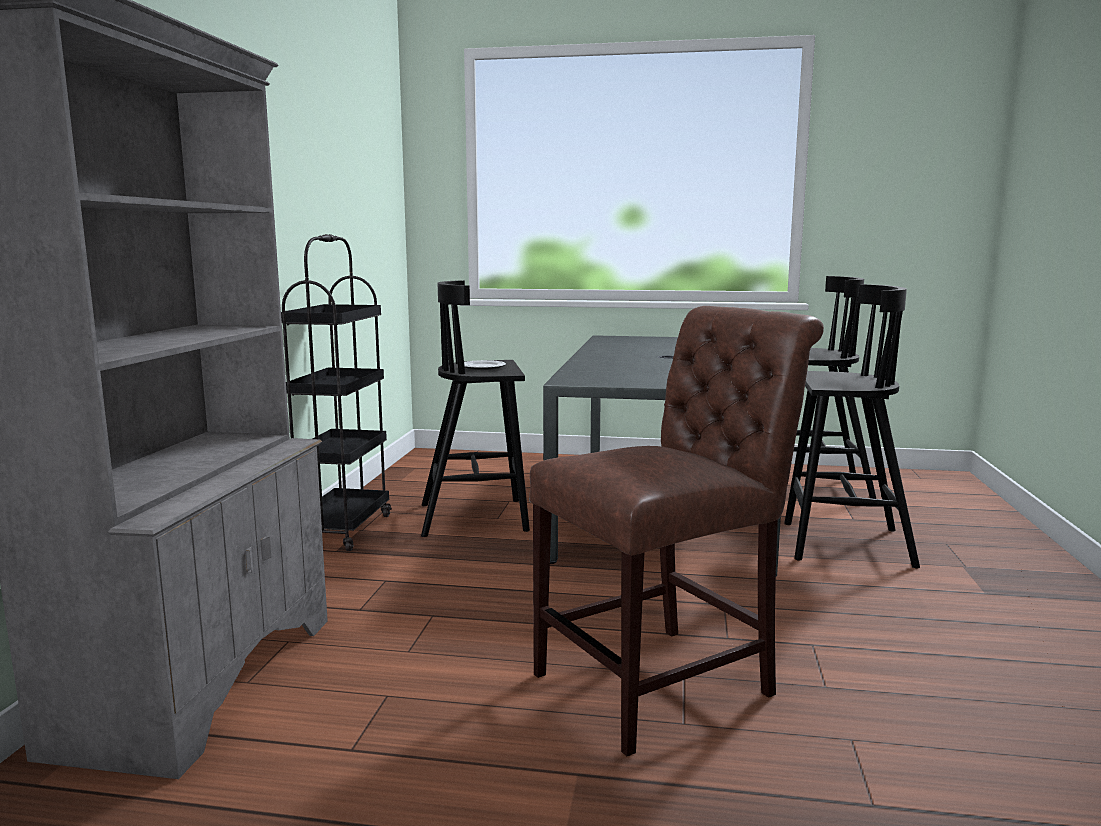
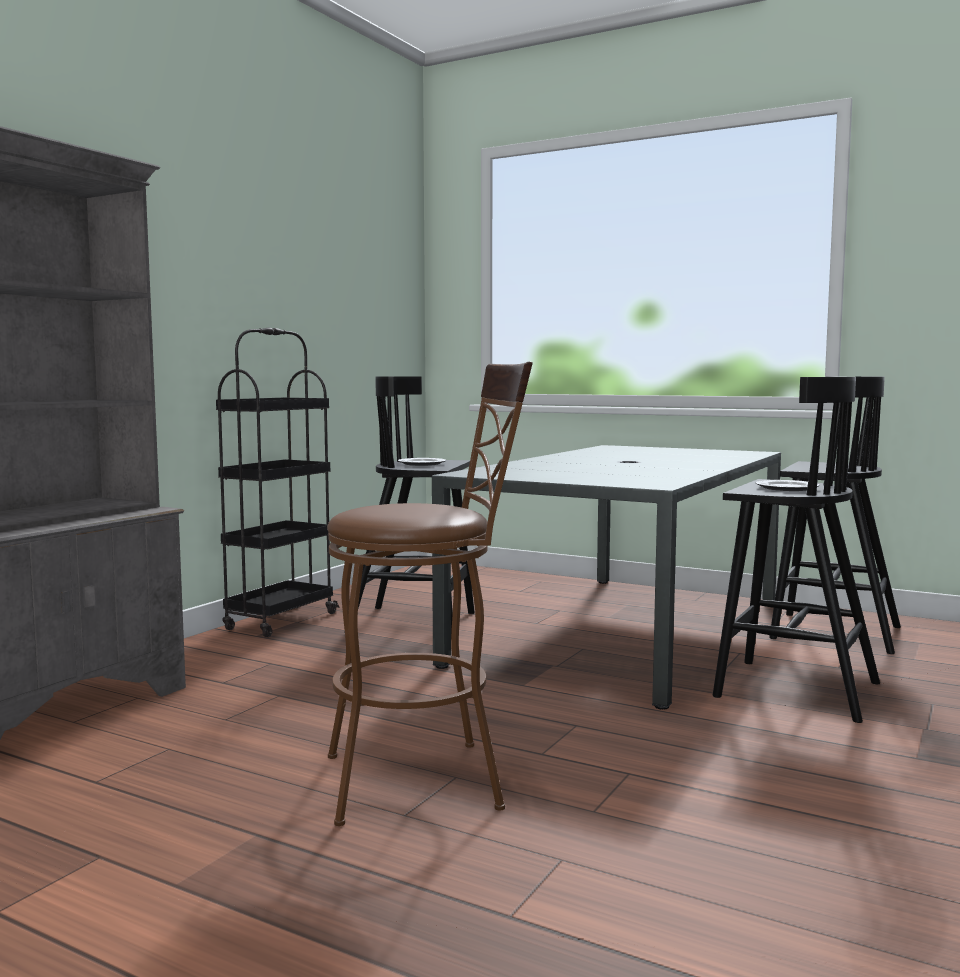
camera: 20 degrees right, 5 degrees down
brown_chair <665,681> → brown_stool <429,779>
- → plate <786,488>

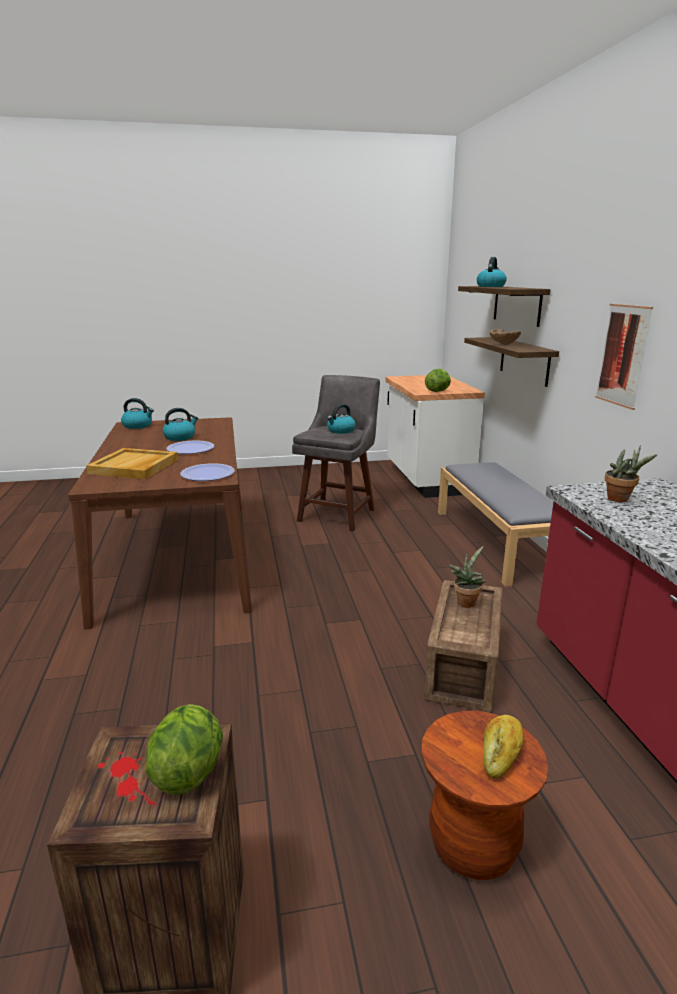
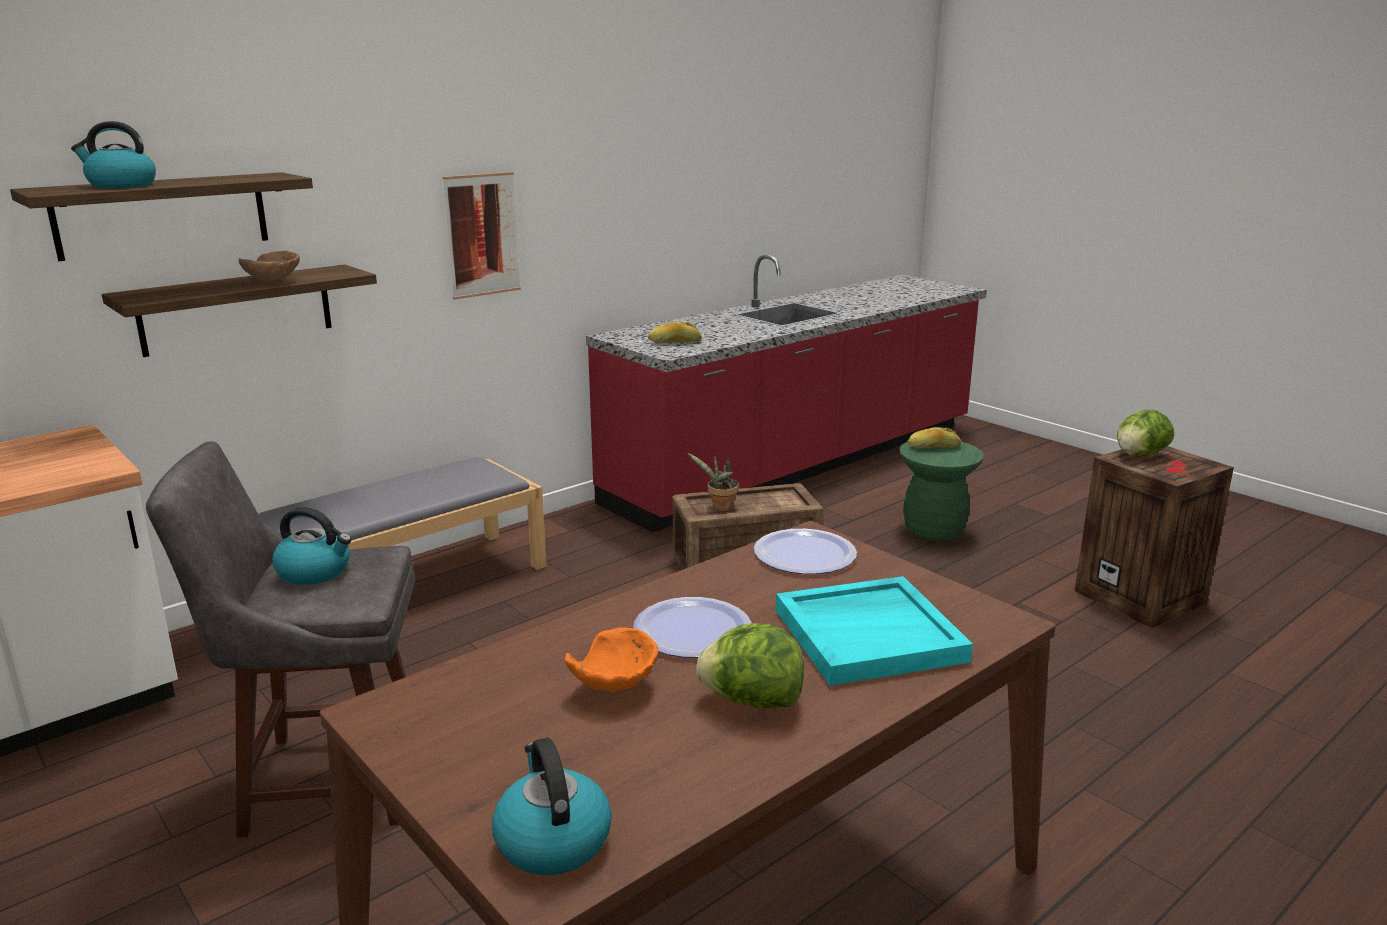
camera: 120 degrees left, 0 degrees up
kettle <180,437> → orange_bowl <615,688>
potted_plant <621,499> → bread <674,342>
lettuce <438,391> → lettuce <752,701>, relocated
beige_tray <134,467> → turquoise_tray <869,634>
brown_stool <473,846> → green_stool <934,530>

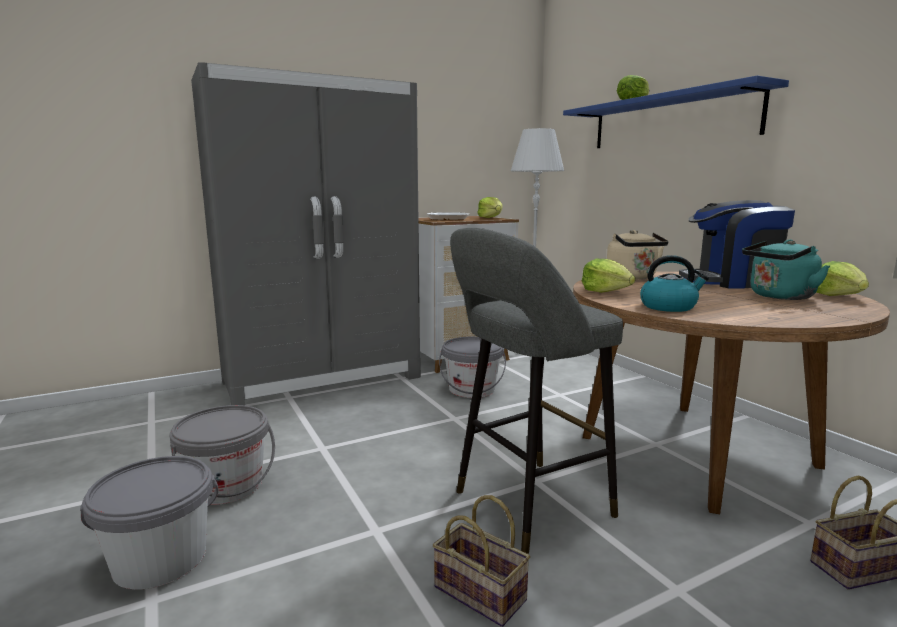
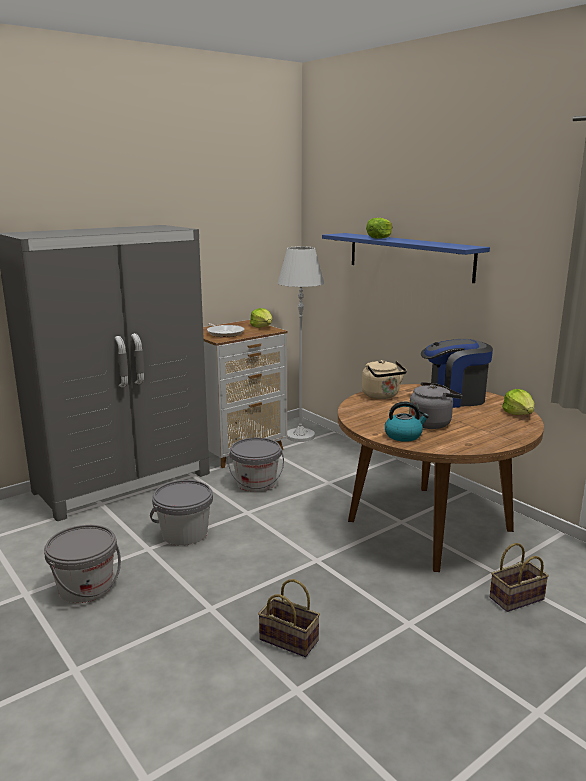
camera: 10 degrees left, 5 degrees up
grey_bucket <160,559> → grey_bucket <184,533>, relocated
- → grey_kettle <432,423>
grey_stool <526,506> → -
lettuce <605,291> → -
turquoise_kettle <779,297> → -

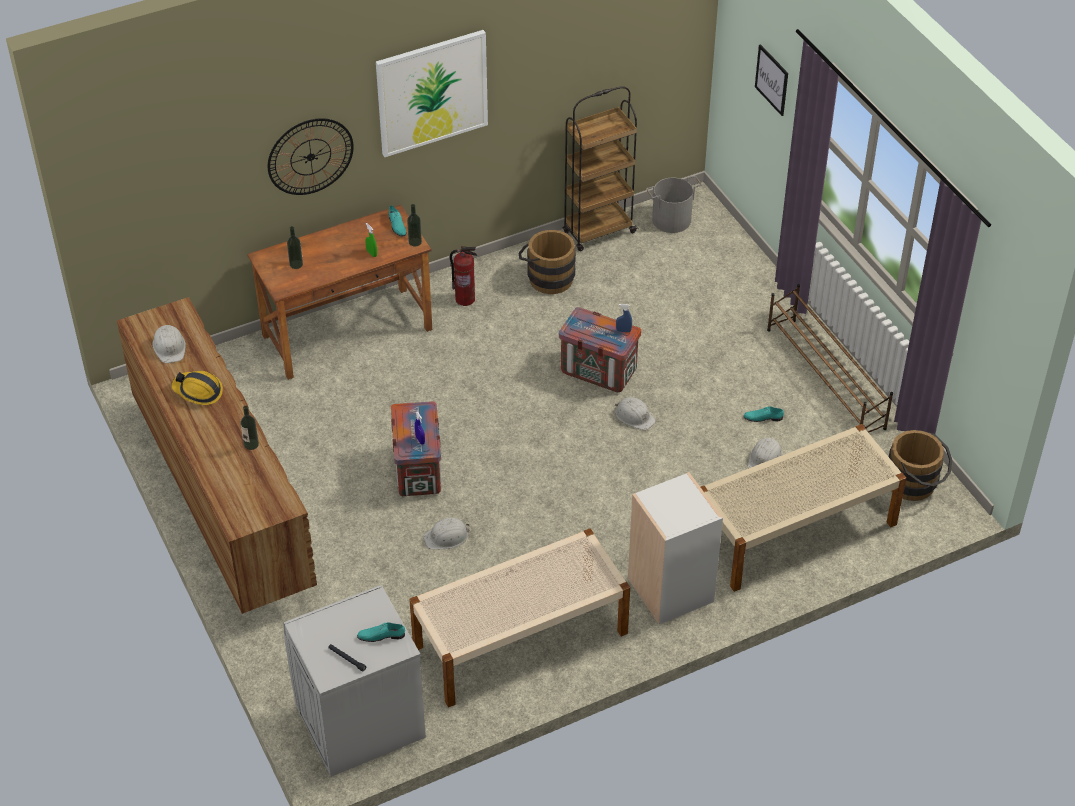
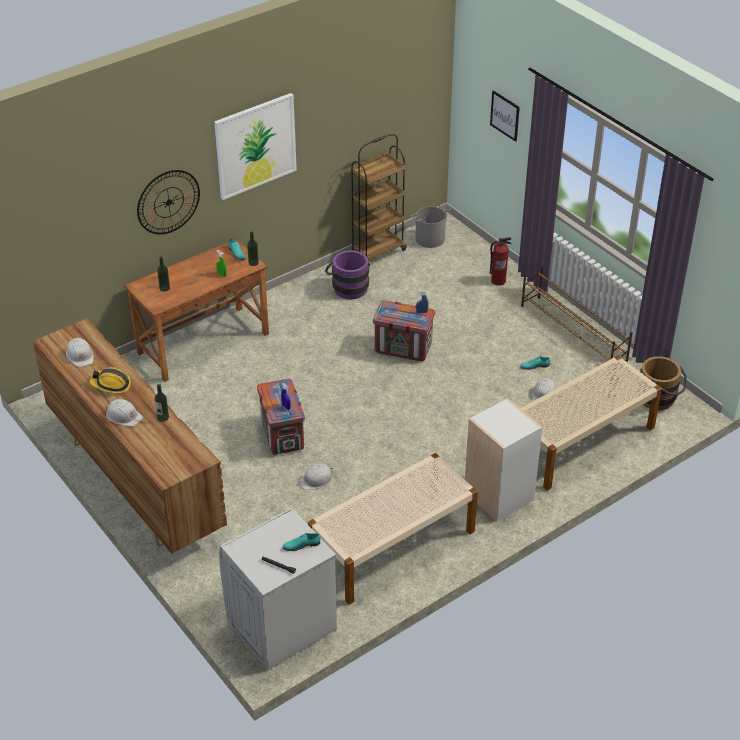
camera: 10 degrees left, 5 degrees down
white_hard_hat <634,416> → white_hard_hat <123,416>, relocated
brown_bucket <547,277> → purple_bucket <347,287>
fire_extinguisher <465,299> → fire_extinguisher <498,281>, relocated

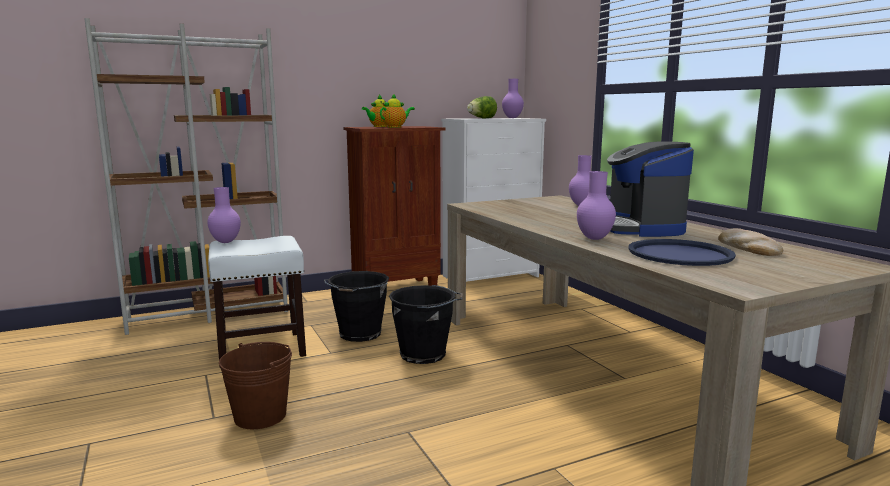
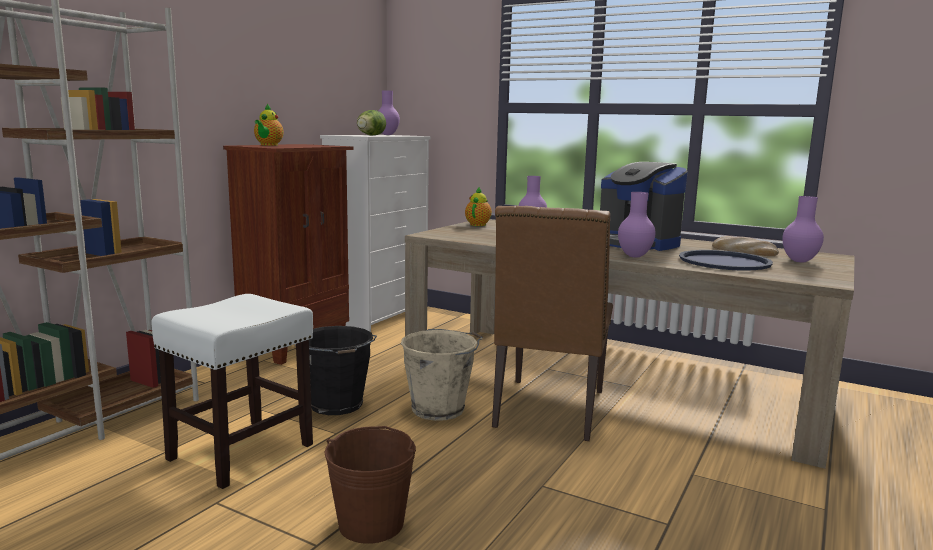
camera: 35 degrees left, 0 degrees up
black_bucket <425,354> → beige_bucket <440,409>
teapot <396,127> → teapot <478,224>, relocated
- → brown_chair <549,408>
purple_vase <225,242> → purple_vase <800,261>, relocated

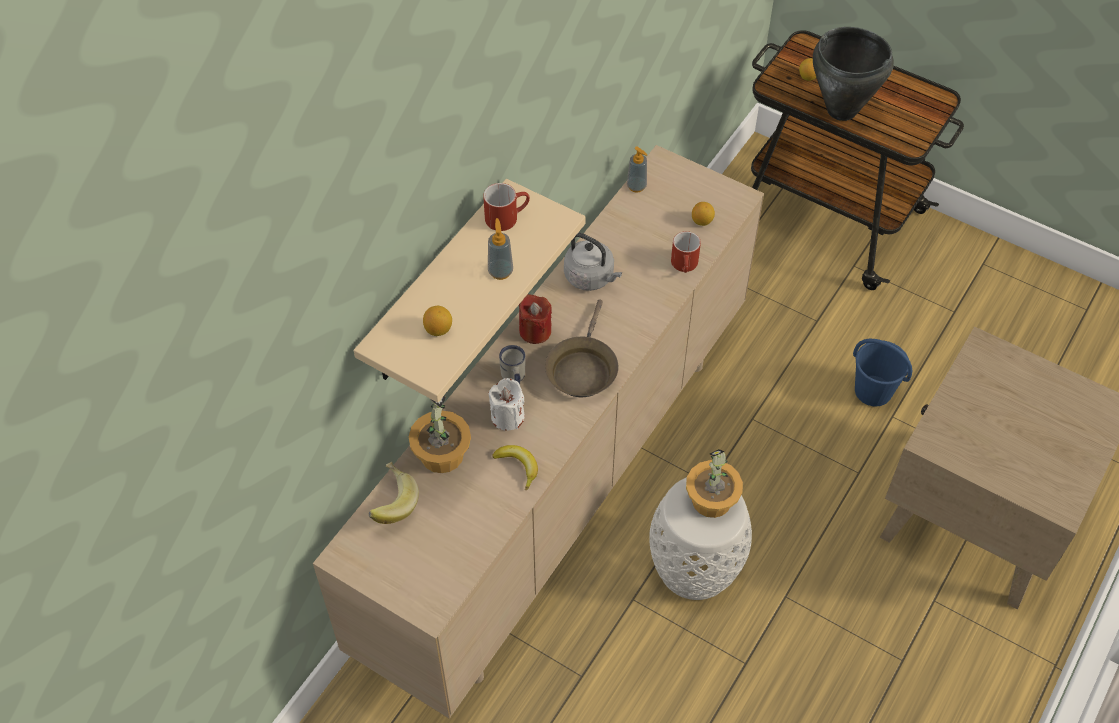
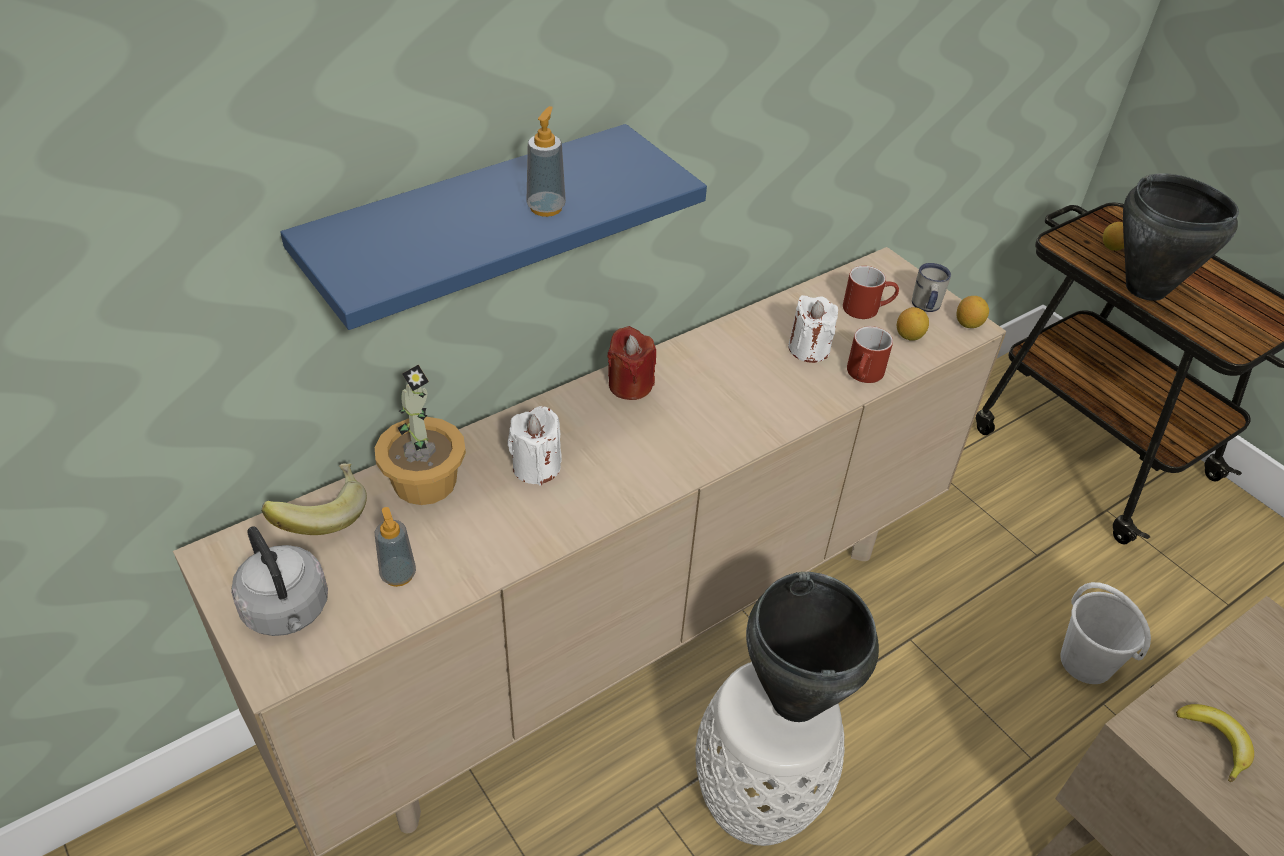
camera: 20 degrees right, 10 degrees down
grey_kettle <591,277> → grey_kettle <288,612>, relocated
beige_shelf <436,287> → blue_shelf <470,227>
soap_dispenser <636,186> → soap_dispenser <398,575>, relocated
potted_plant <712,500> → black_cooking_pot <794,701>
- → white_candle <809,349>
red_mug <507,216> → red_mug <867,308>, relocated
white_mug <513,378> → white_mug <925,307>, relocated
lemon <438,329> → lemon <968,324>, relocated
blue_bucket <874,391> → white_bucket <1086,663>
banana <518,466> → banana <1215,742>, relocated
brown_frying_pan <582,368> → -

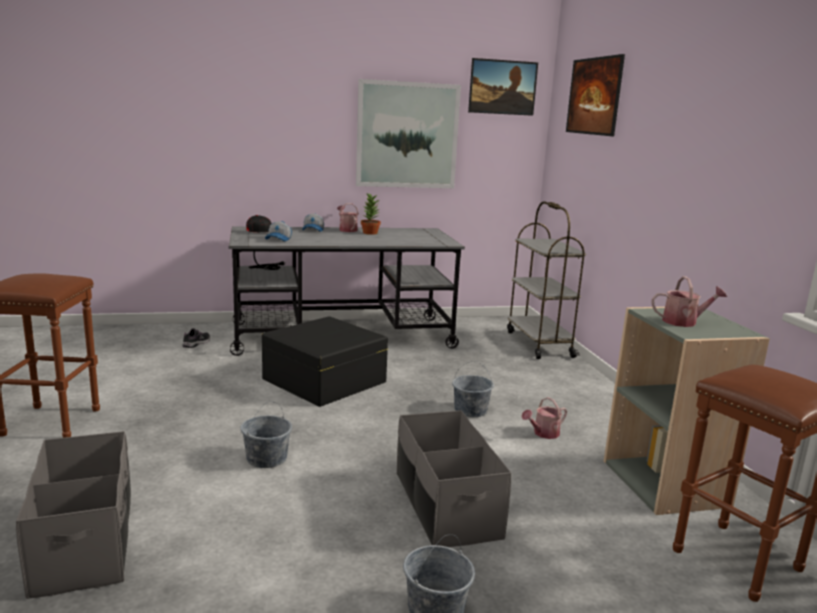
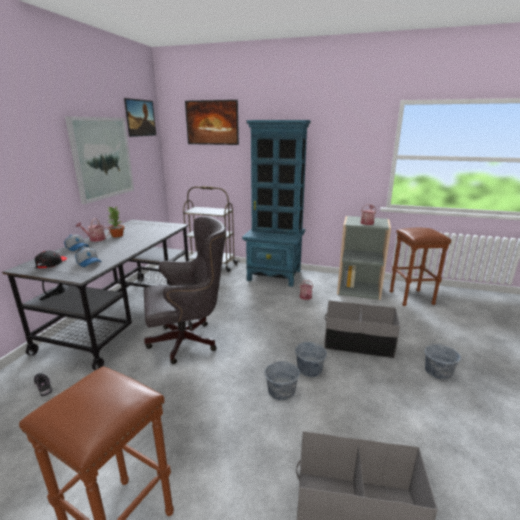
camera: 60 degrees left, 5 degrees up
black_storage_box <323,380> → grey_office_chair <188,341>
- → blue_cabinet <274,275>
grey_bucket <470,410> → grey_bucket <309,369>, relocated

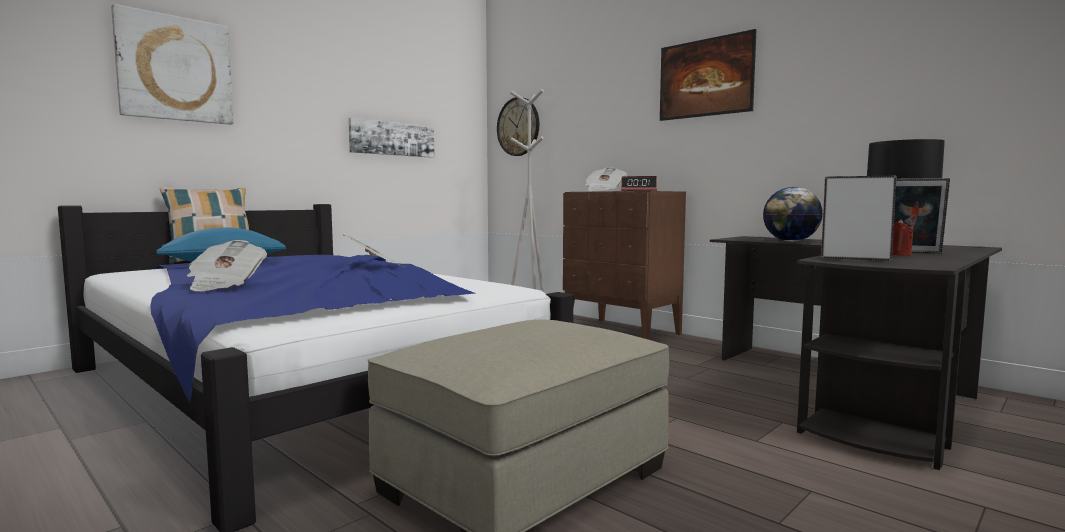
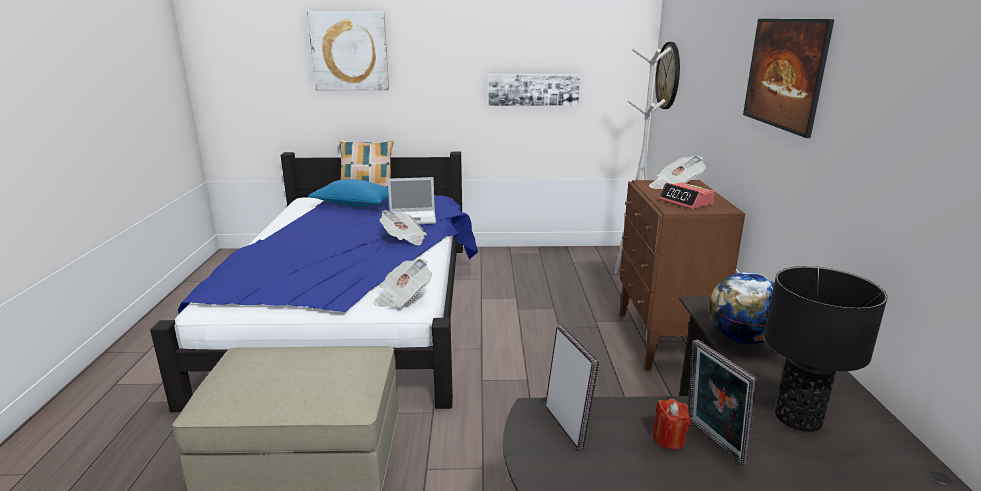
camera: 45 degrees right, 15 degrees up
newspaper <225,285> → newspaper <402,298>, relocated
- → laptop <413,218>

